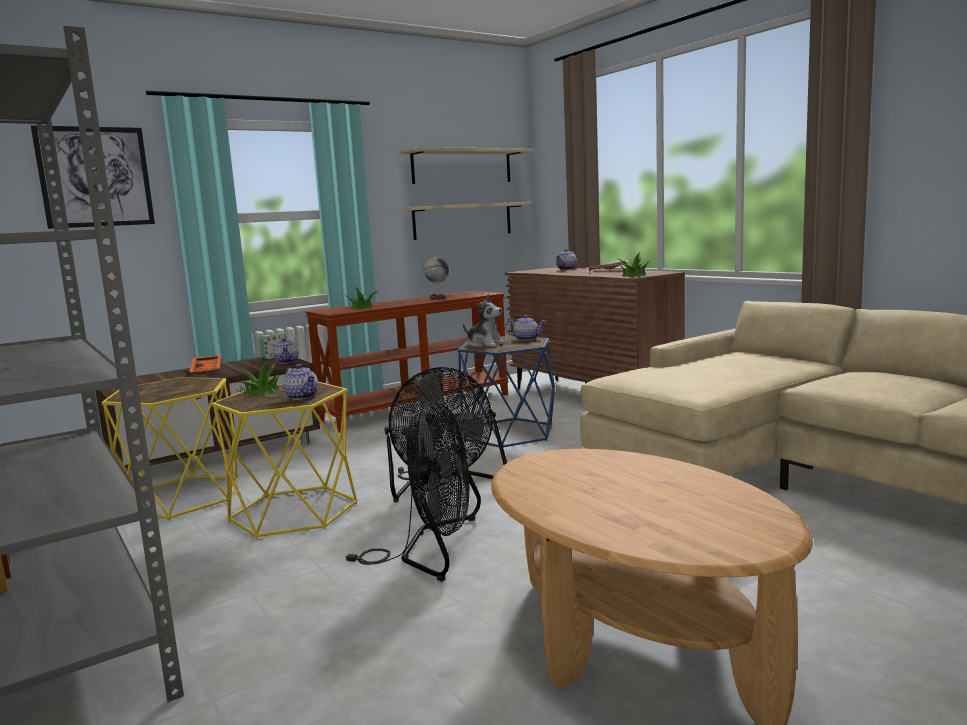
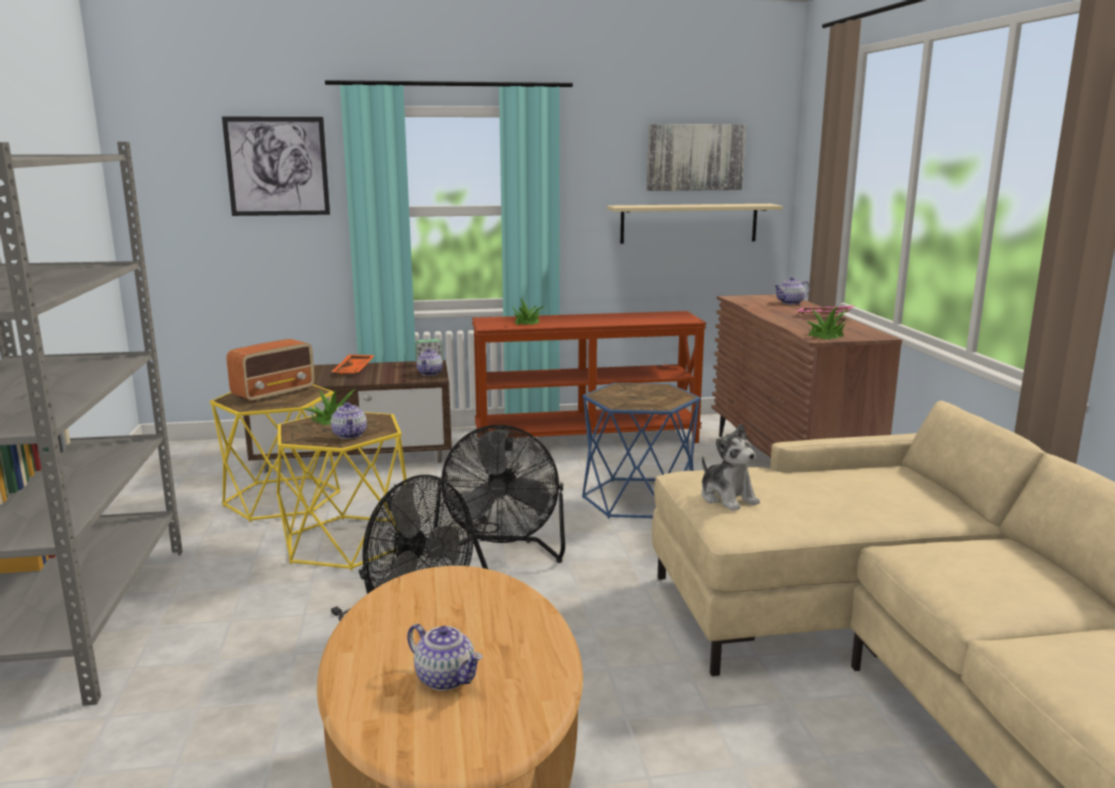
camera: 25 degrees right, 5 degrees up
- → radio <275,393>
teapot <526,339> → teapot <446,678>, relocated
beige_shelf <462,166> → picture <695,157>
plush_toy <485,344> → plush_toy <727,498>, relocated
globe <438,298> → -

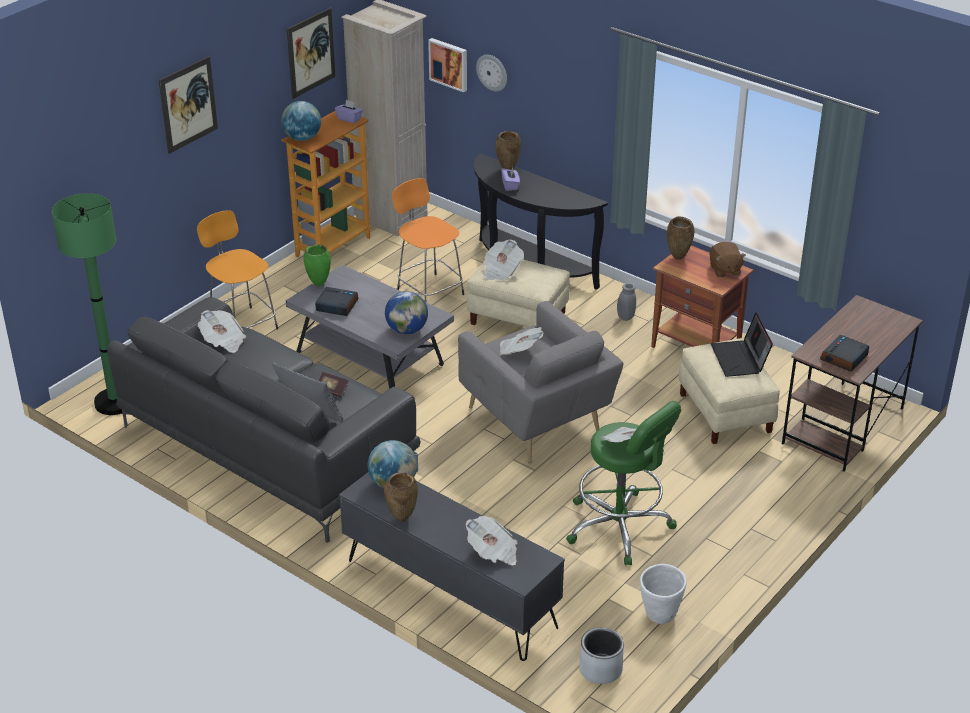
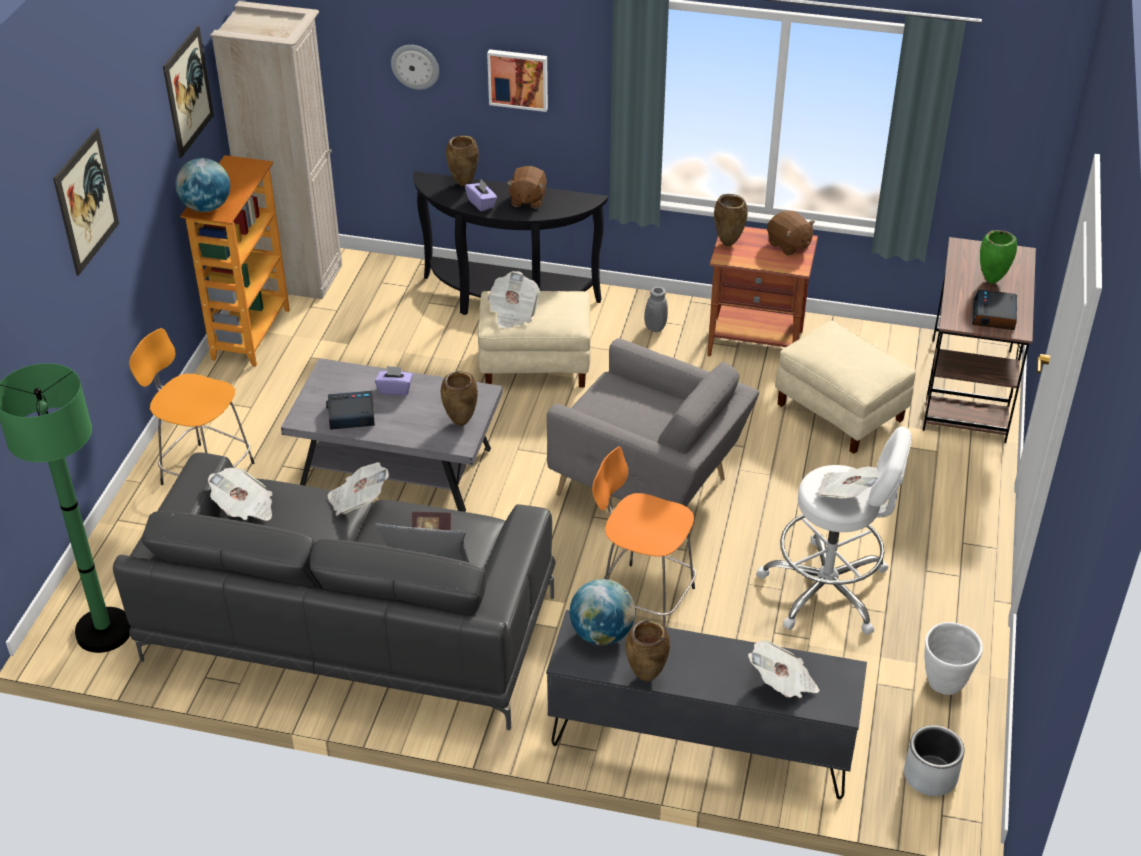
camera: 25 degrees left, 5 degrees up
newspaper <519,351> → newspaper <358,500>, relocated
purple_tissue_box <349,119> → purple_tissue_box <395,389>, relocated
globe <406,330> → brown_vase <460,422>
picture <449,64> → picture <518,79>, relocated
- → brown_plush_toy <527,200>
orange_stool <429,291> → orange_stool <643,598>, relocated
green_stool <620,528> → white_stool <828,590>
green_vase <318,285> → green_vase <991,281>, relocated
laptop <740,359> → -

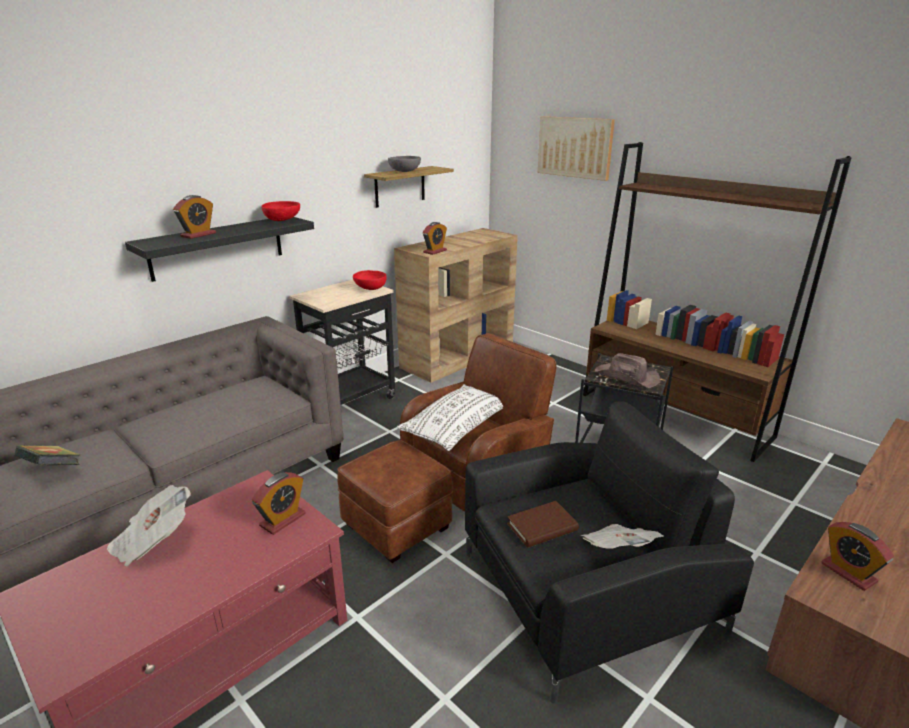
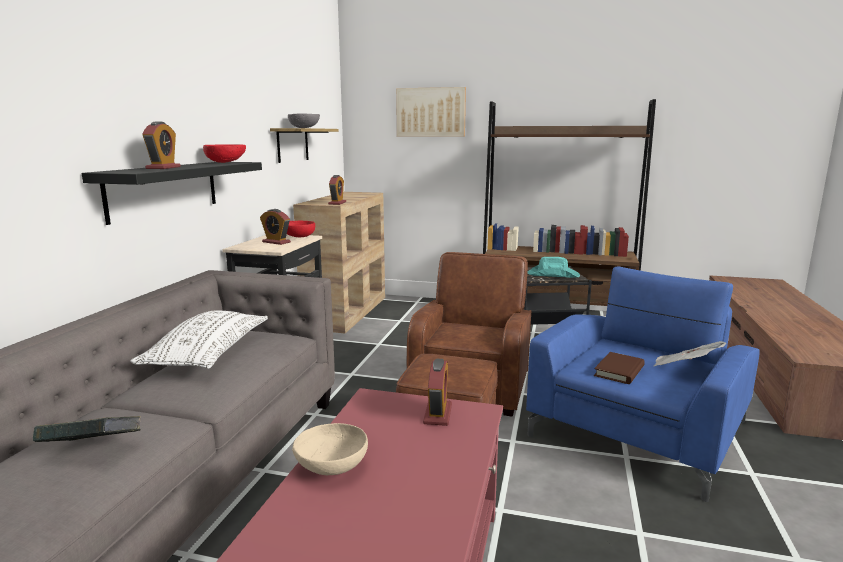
camera: 30 degrees left, 10 degrees down
white_pillow <458,427> → white_pillow <208,354>, relocated
alarm_clock <848,573> → alarm_clock <276,242>, relocated
newspaper <153,541> → beige_bowl <331,468>
black_armchair <587,590> → blue_armchair <638,428>
brown_hat <627,377> → turquoise_hat <553,275>

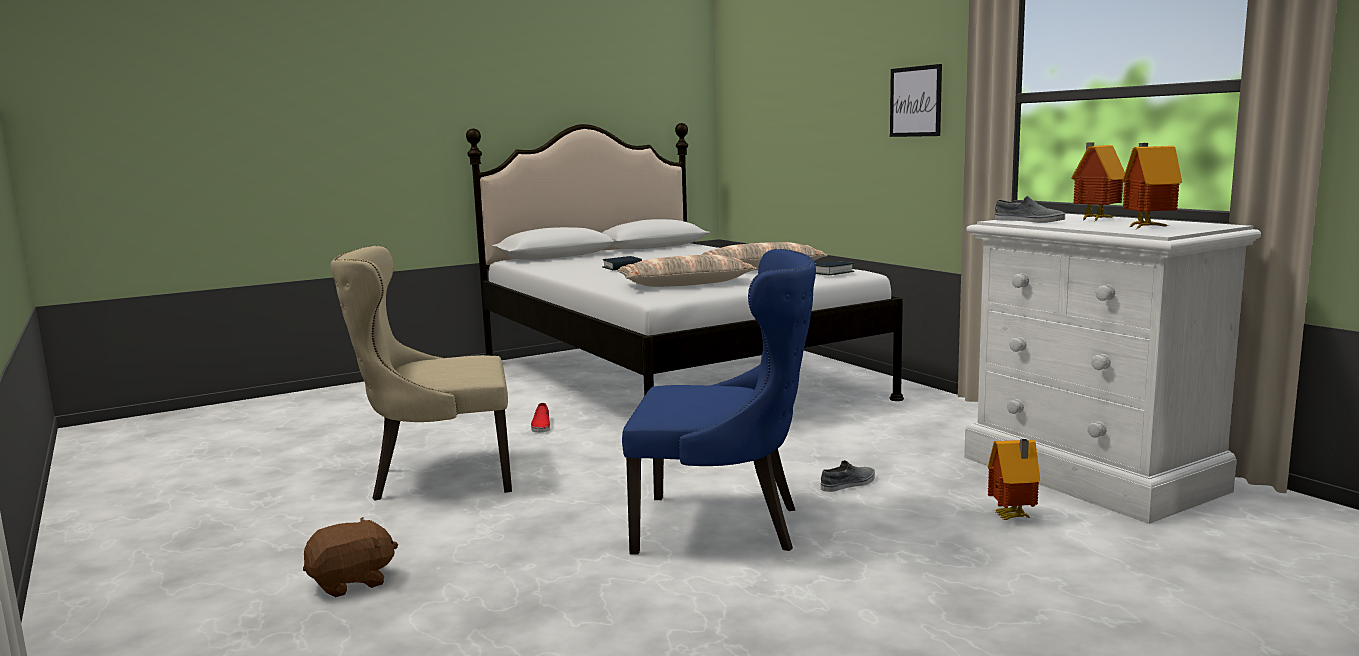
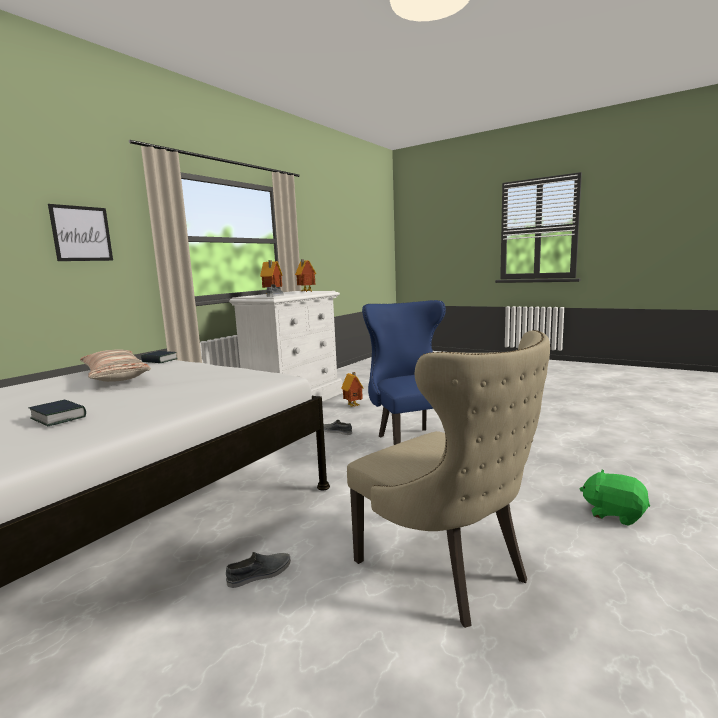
camera: 115 degrees left, 0 degrees up
red_shoe <541,426> → grey_shoe <260,574>
brown_plush_toy <352,582> → green_plush_toy <614,513>
pillow <685,284> → -

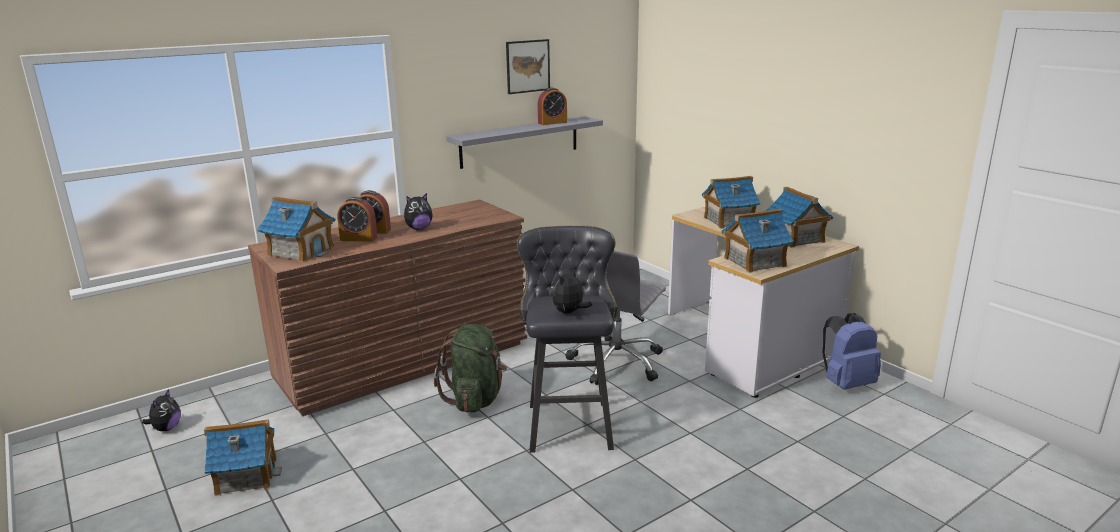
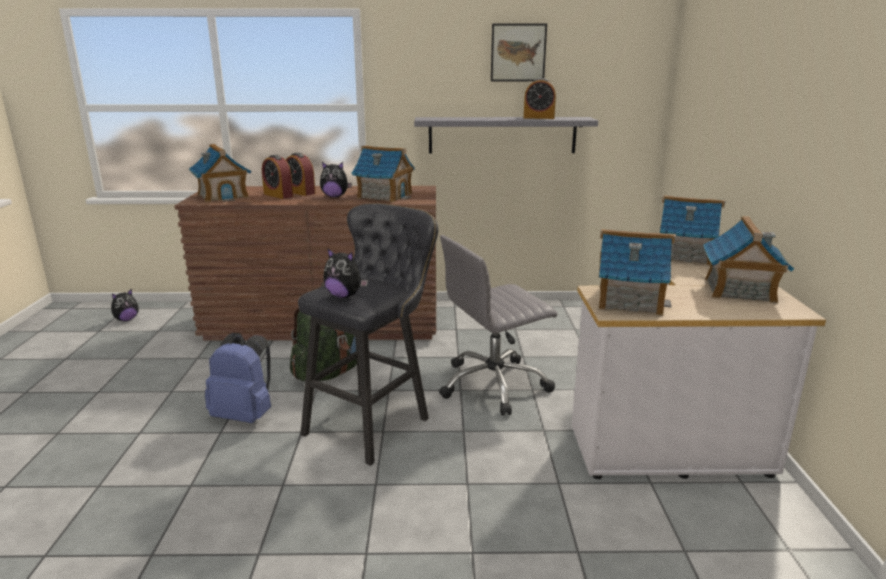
camera: 35 degrees right, 0 degrees up
blue_backpack <846,383> → blue_backpack <245,415>, relocated
plush_toy <570,312> → plush_toy <344,296>, 135 degrees counterclockwise
toy_house <246,476> → toy_house <384,196>, relocated

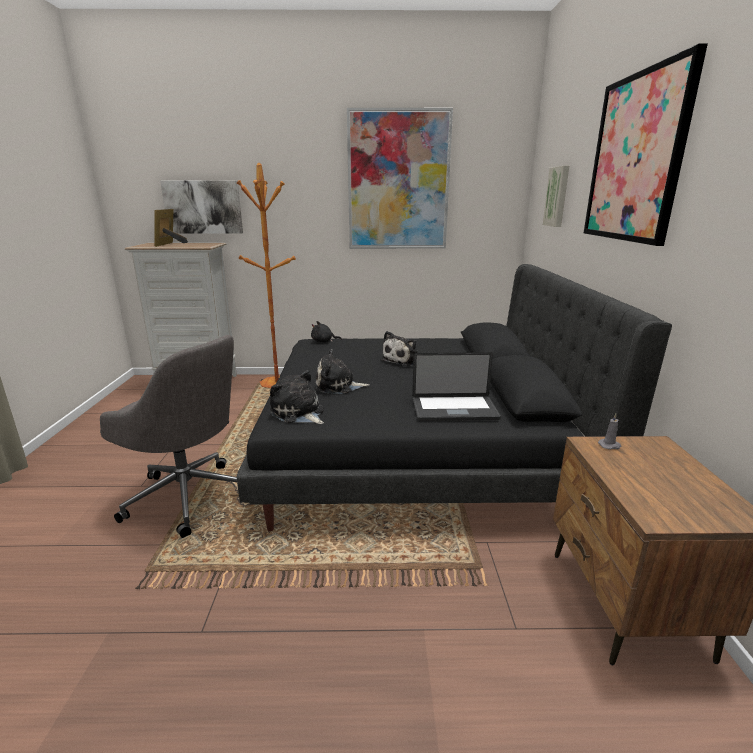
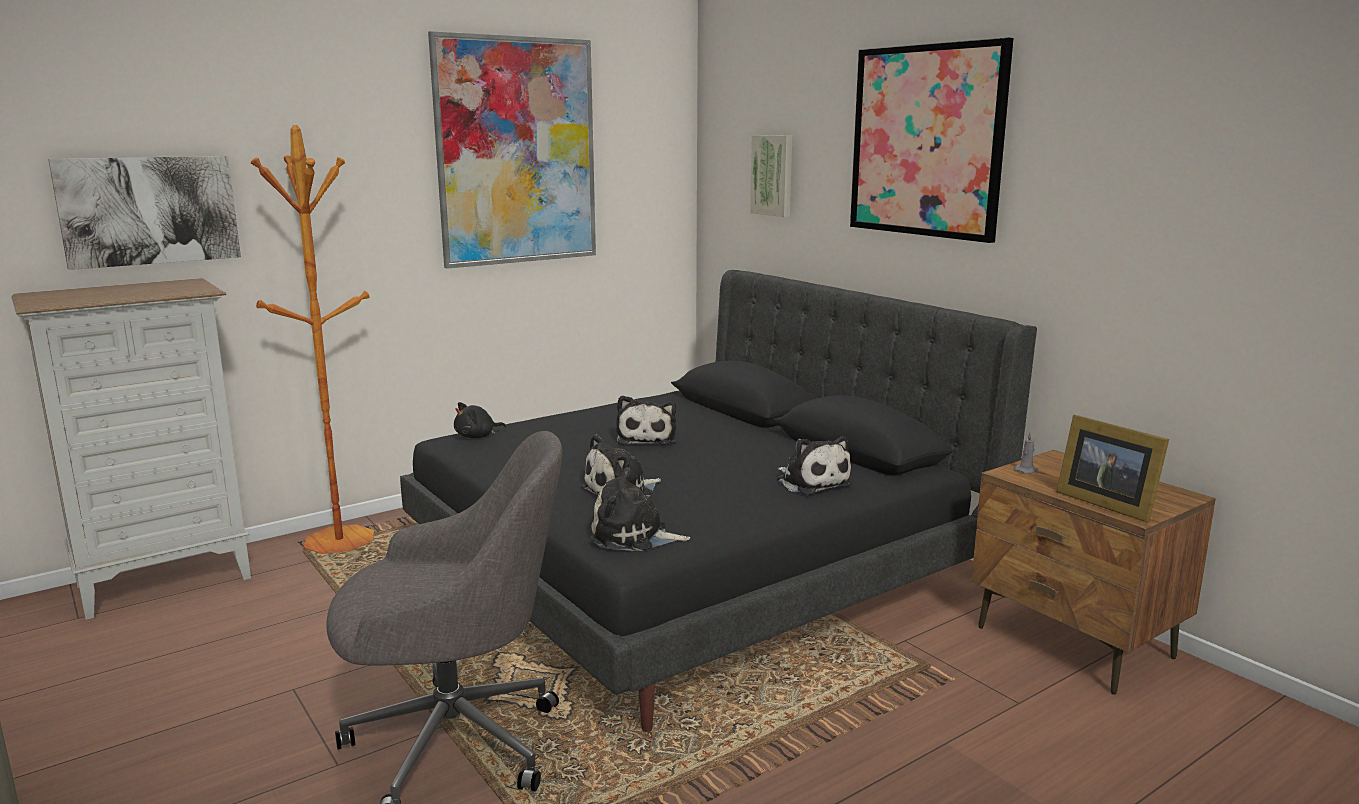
camera: 35 degrees left, 5 degrees down
laptop <454,410> → plush_toy <811,482>
picture_frame <169,244> → picture_frame <1105,503>, relocated

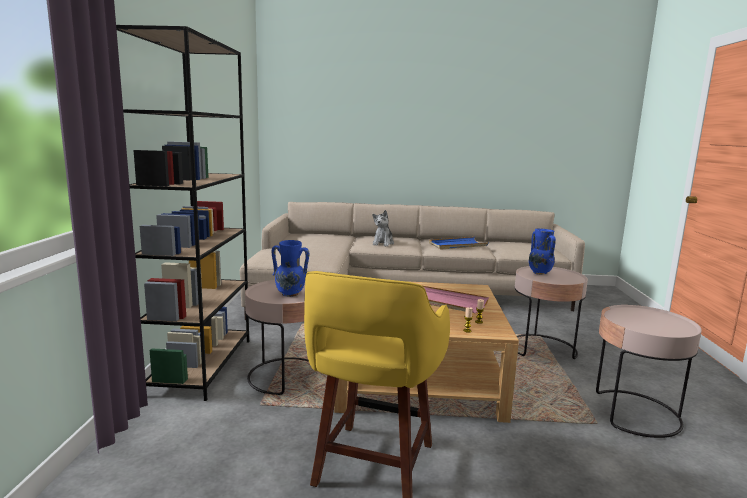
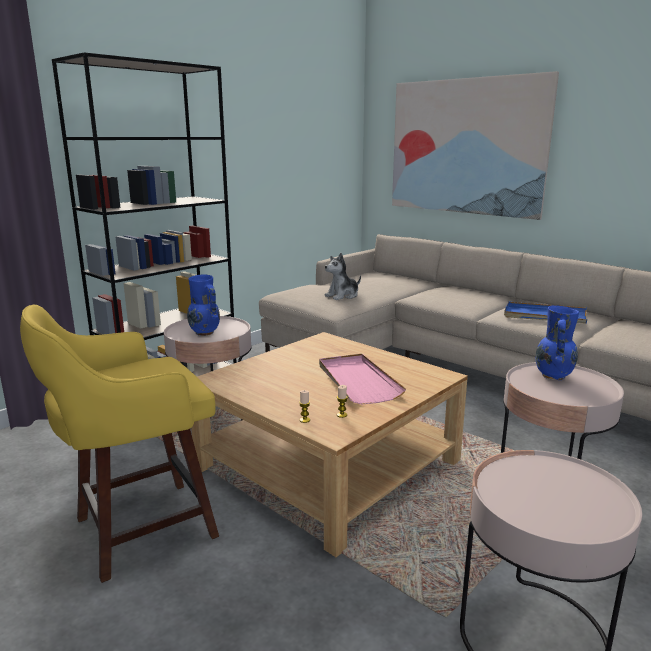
camera: 40 degrees right, 5 degrees up
plush_toy <383,243> → plush_toy <342,296>, relocated
- → picture <466,147>

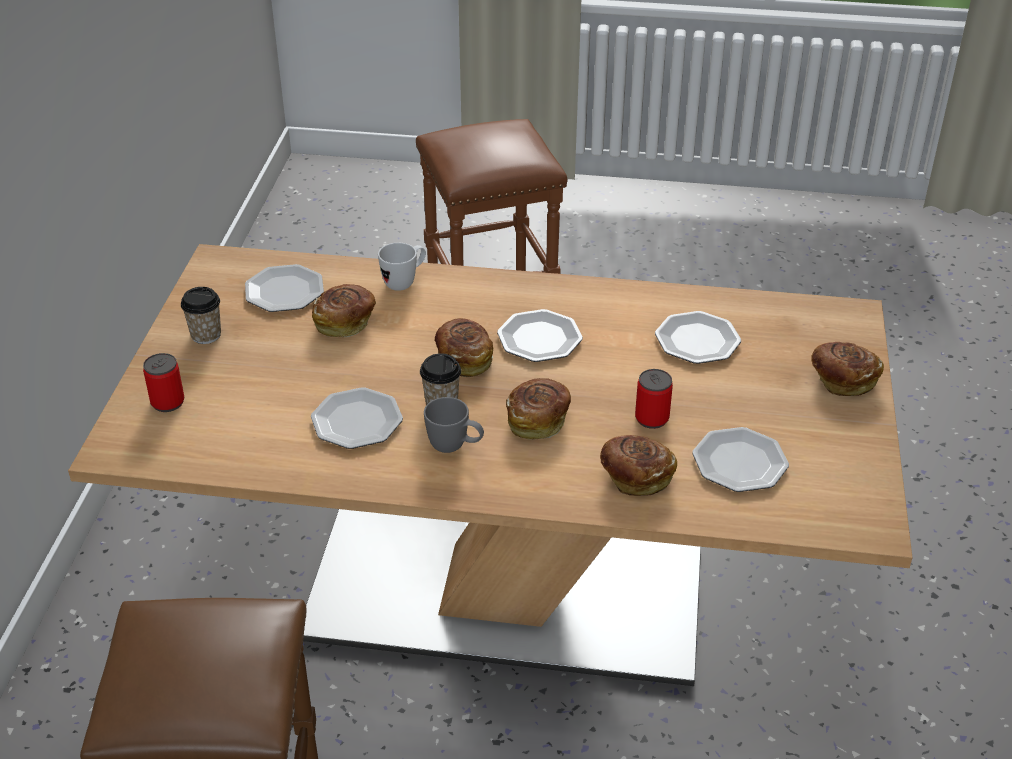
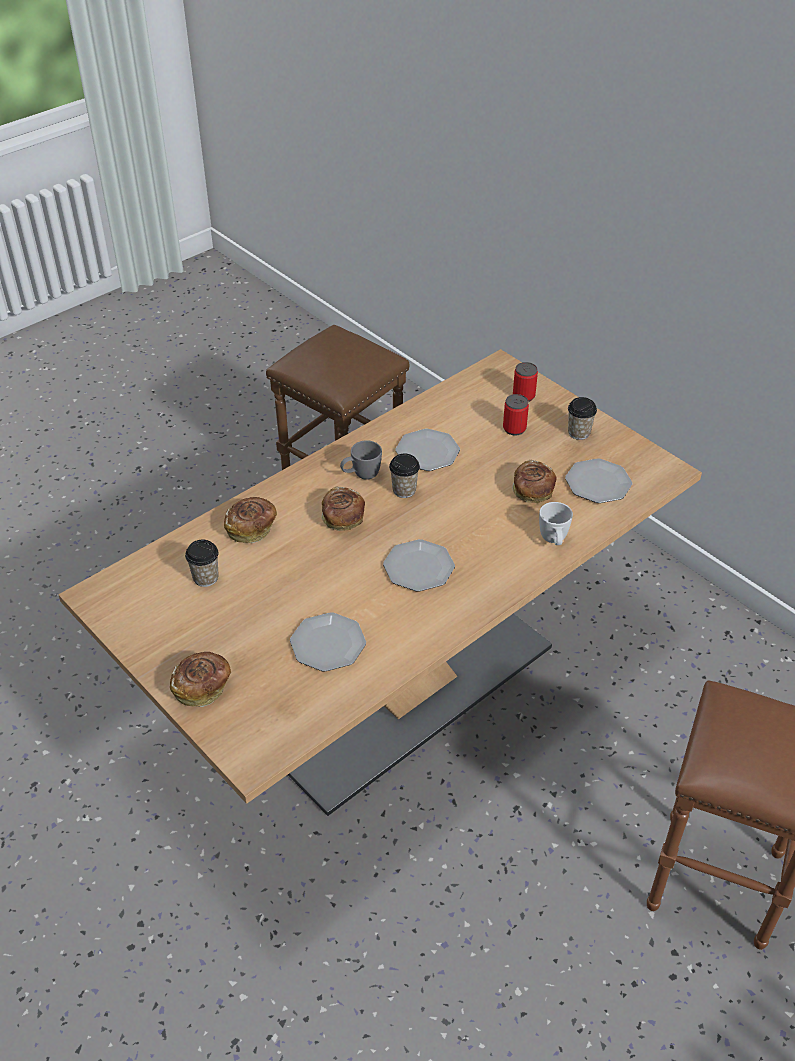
camera: 130 degrees right, 5 degrees up
plate <739,463> → cup <205,578>
can <651,418> → can <514,428>, relocated
bread <464,359> → -

